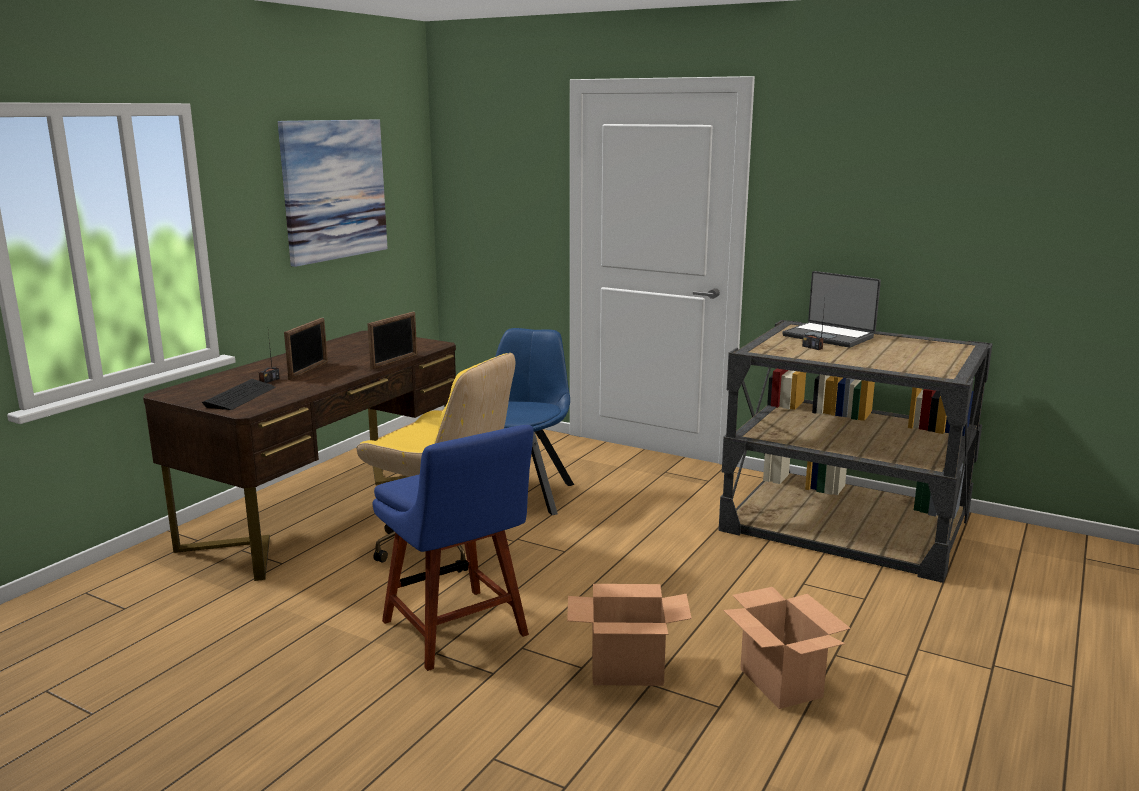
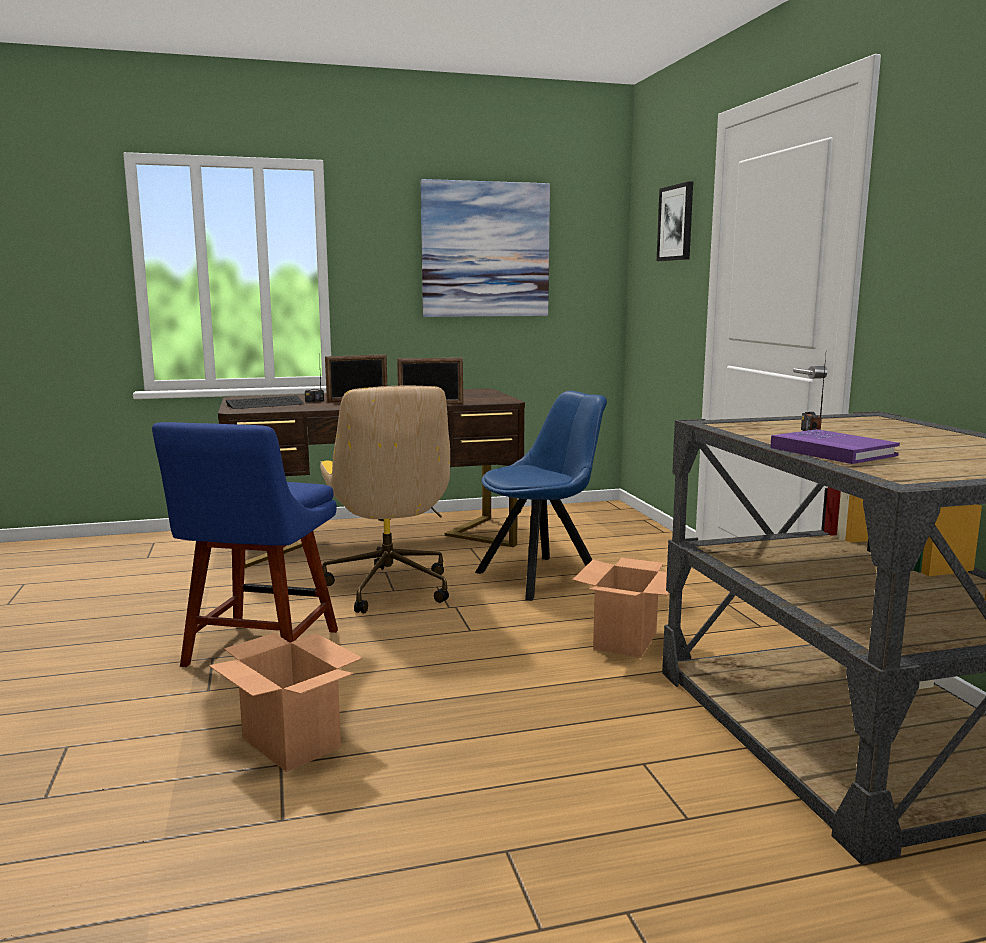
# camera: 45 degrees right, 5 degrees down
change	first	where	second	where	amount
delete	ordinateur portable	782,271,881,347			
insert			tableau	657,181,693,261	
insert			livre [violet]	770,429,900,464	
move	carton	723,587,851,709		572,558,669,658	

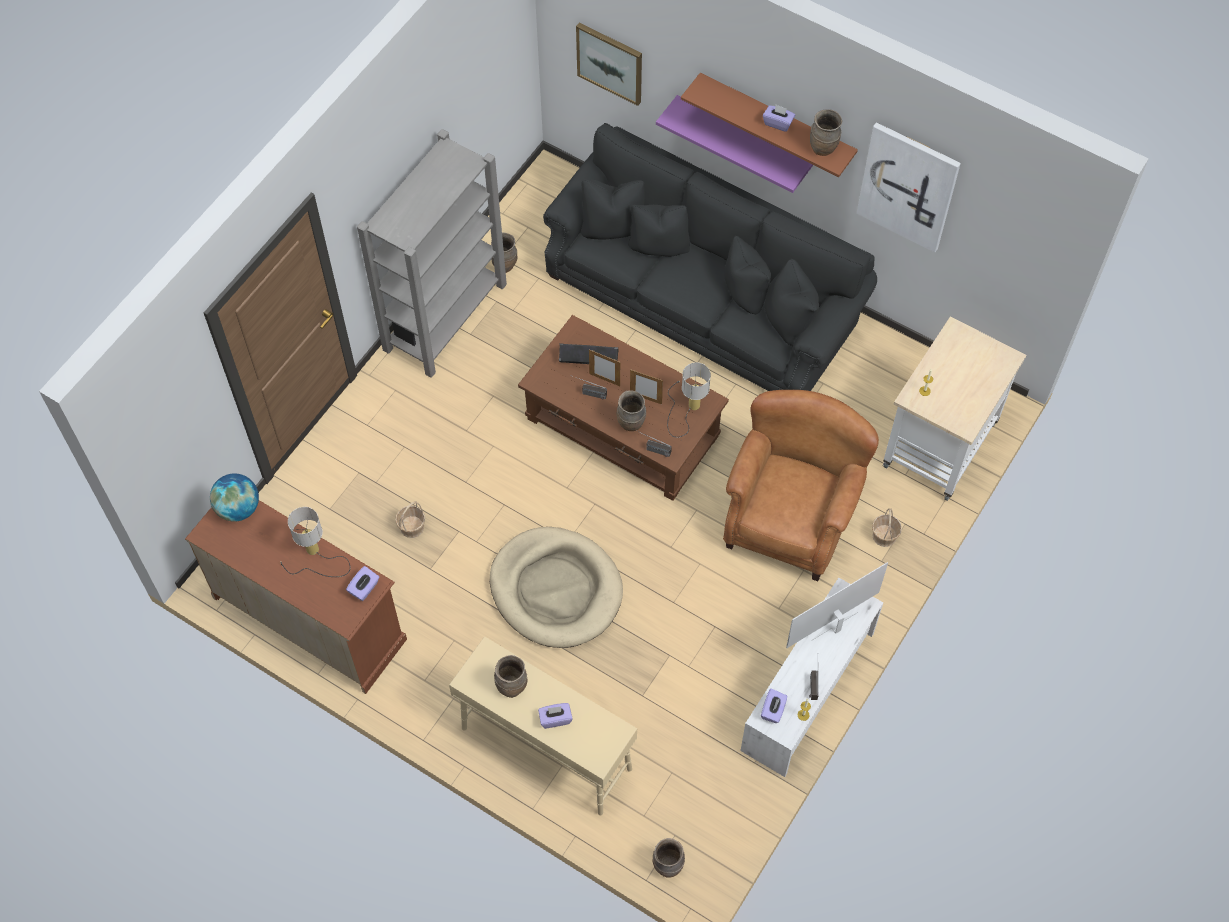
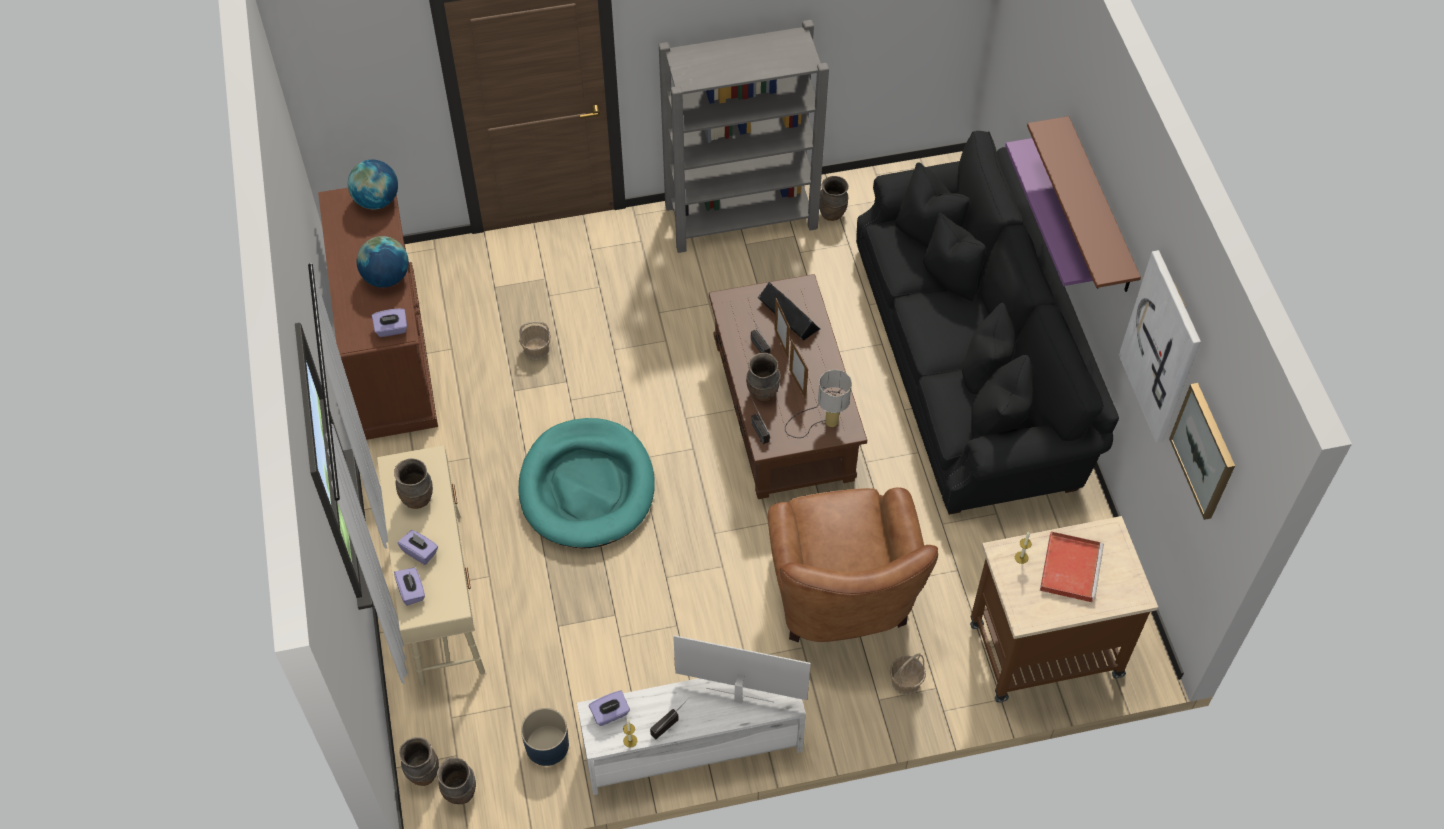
# camera: 45 degrees right, 5 degrees down
change	first	where	second	where	amount
insert			cache-pot [bleu]	521,708,569,766	
insert			plateau [rouge]	1040,531,1104,602	
move	tableau	576,23,642,106		1169,383,1235,520	
move	boîte à mouchoirs [violet]	763,105,795,132		394,567,425,606	
move	vase [marron]	810,109,842,156		437,757,476,804	
replace	lampe de table	280,507,351,577	globe	357,236,409,288	
recolor	panier pour chien [beige]	490,527,623,648	panier pour chien [turquoise]	518,418,655,548	
recolor	chariot [blanc]	882,316,1027,501	chariot [marron]	970,516,1158,703	
rotate	fauteuil [marron]	723,390,879,581		768,488,938,643	105 degrees clockwise

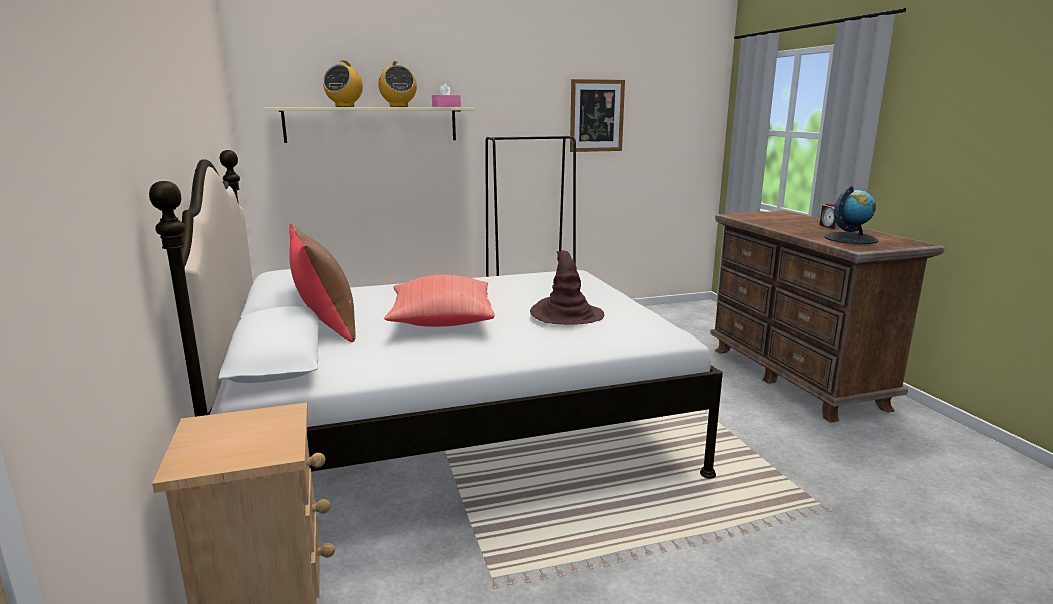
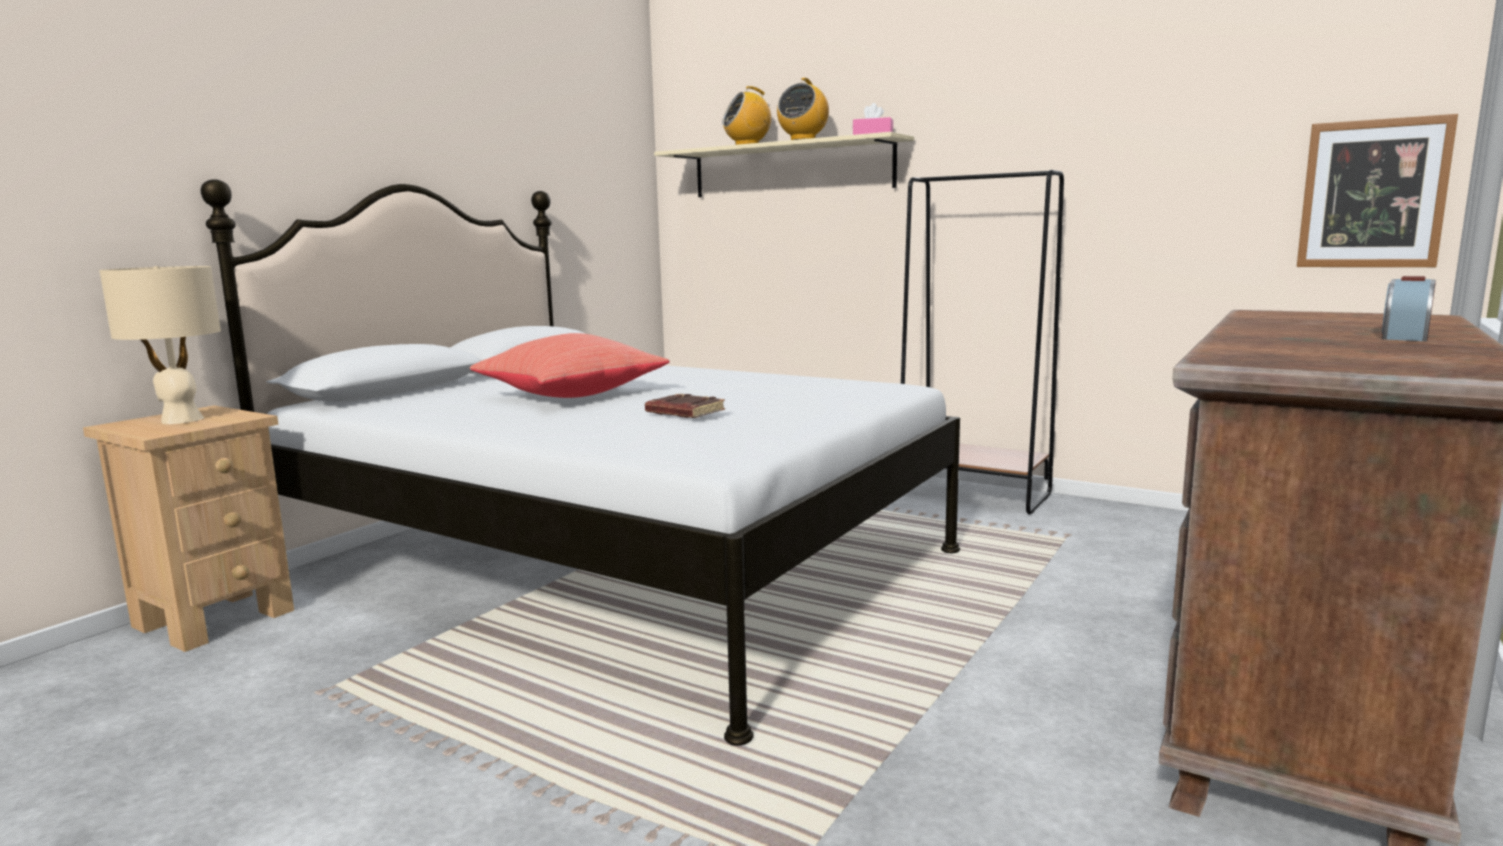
# camera: 50 degrees right, 5 degrees down
change	first	where	second	where	amount
delete	coussin [marron]	289,224,356,342			
delete	globe	825,186,878,244			
insert			lampe de table [beige]	99,266,221,424	
move	tableau	570,79,625,152		1297,114,1458,267	
replace	chapeau [marron]	530,250,604,325	livre [marron]	645,394,725,418	

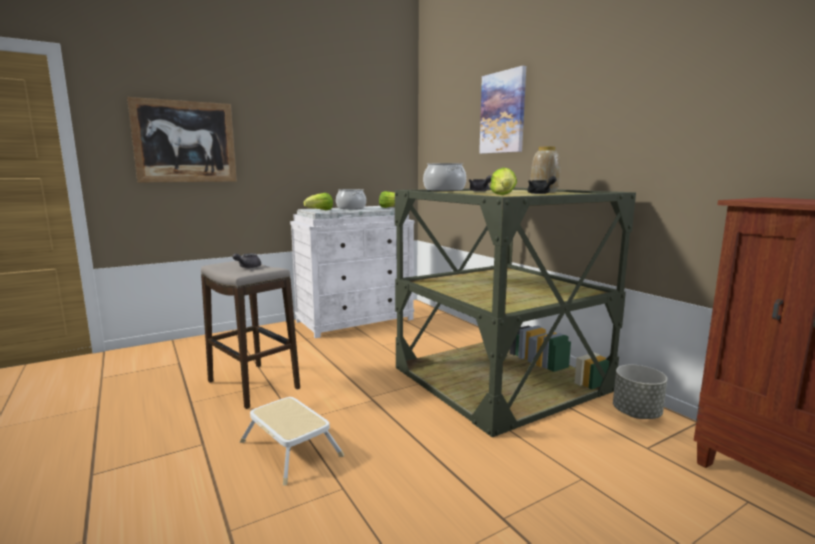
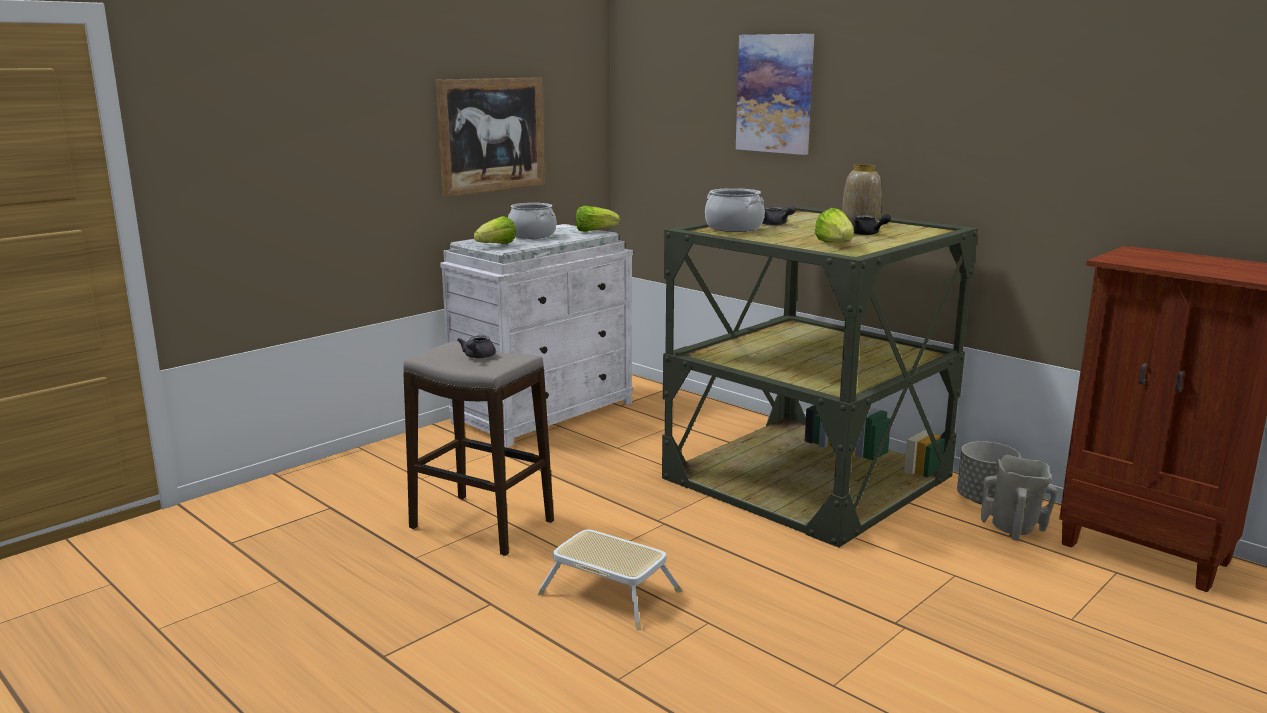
# camera: 15 degrees left, 5 degrees up
change	first	where	second	where	amount
insert			vase [beige]	981,455,1057,541	
move	tableau	127,97,237,183		435,77,545,197	

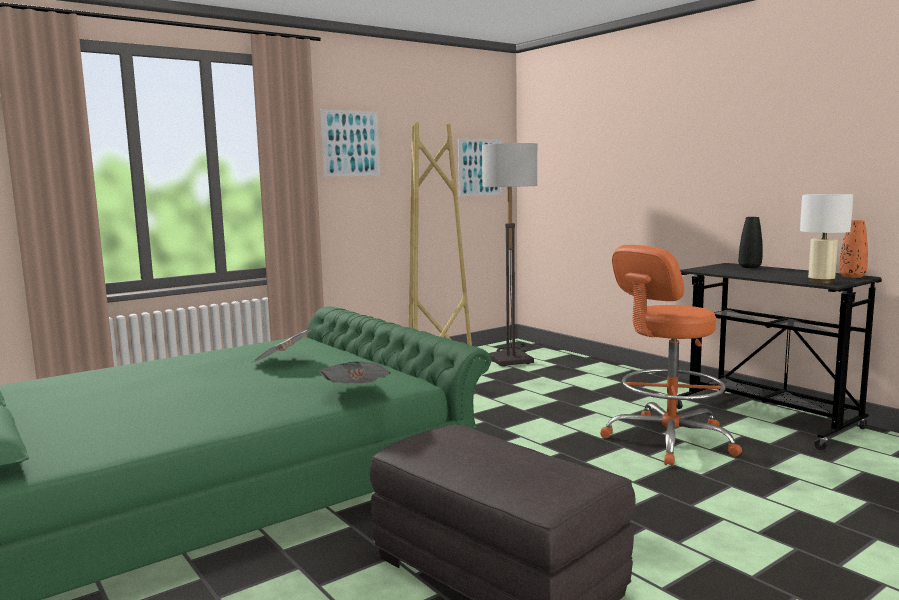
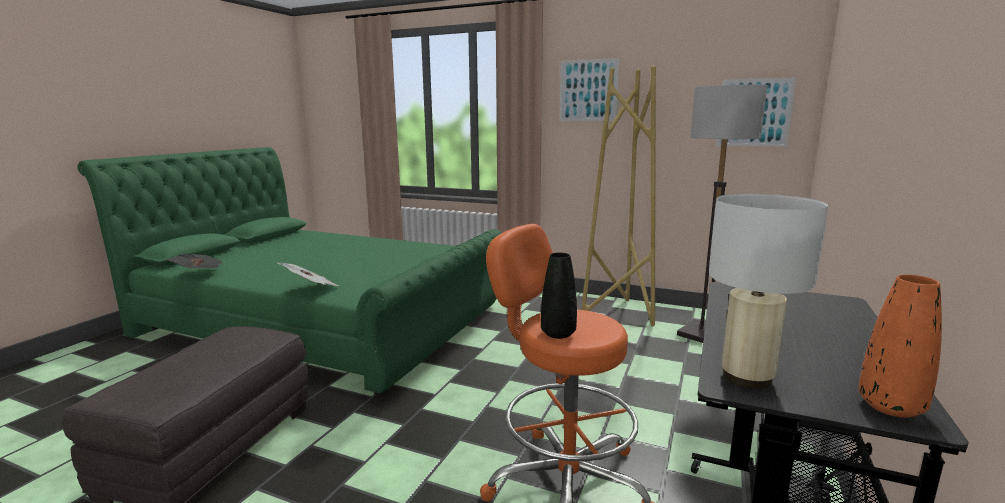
# camera: 60 degrees right, 5 degrees up
change	first	where	second	where	amount
move	journal	251,329,311,363		167,254,222,268	
move	vase [noir]	739,217,763,268		541,253,577,339	

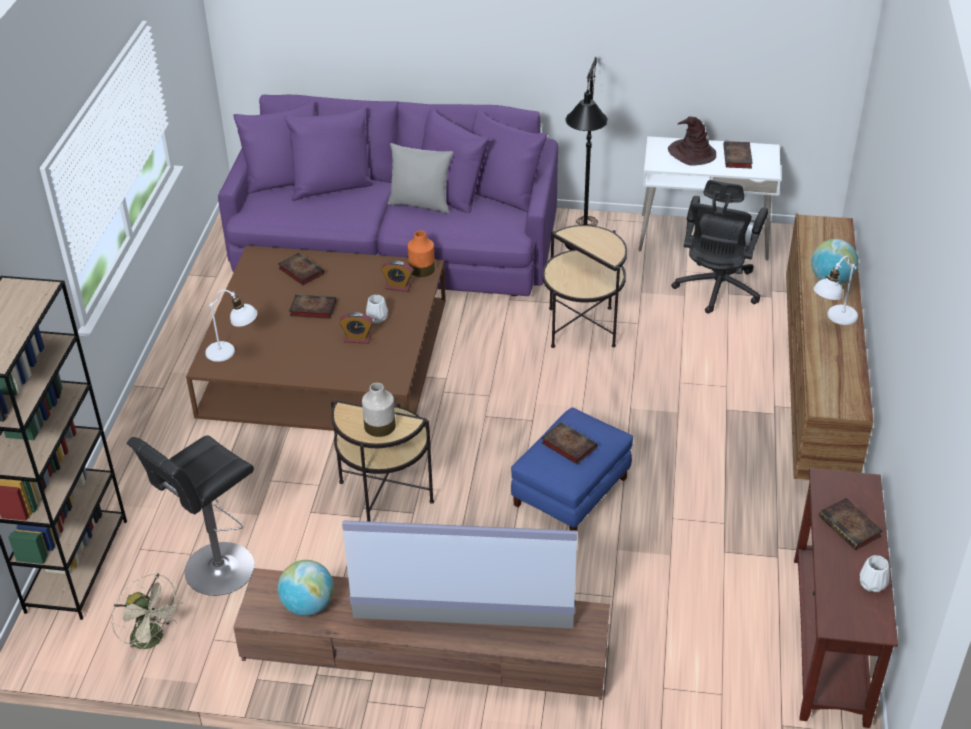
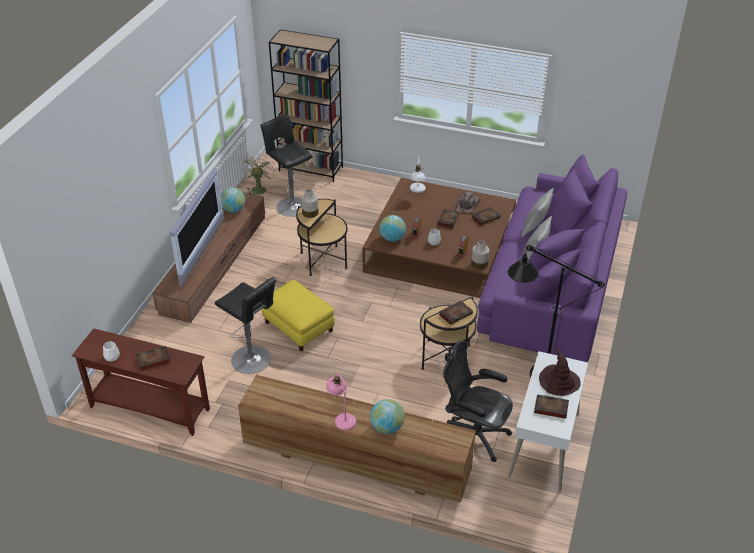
# camera: 100 degrees right, 0 degrees up
change	first	where	second	where	amount
insert			tabouret [noir]	215,277,277,374	
insert			globe	379,215,406,242	
insert			chapeau [marron]	455,192,480,213	
insert			coussin [gris]	521,188,554,237	
move	livre	541,422,598,464		439,301,473,325	
recolor	vase [orange]	408,231,435,277	vase [beige]	471,240,489,269	
recolor	pouf [bleu]	511,407,633,531	pouf [jaune]	262,279,335,351	
recolor	lampe de table [blanc]	814,256,858,325	lampe de table [rose]	326,374,356,430	
rotate	ventilateur [beige]	111,573,183,661		242,157,275,195	135 degrees clockwise

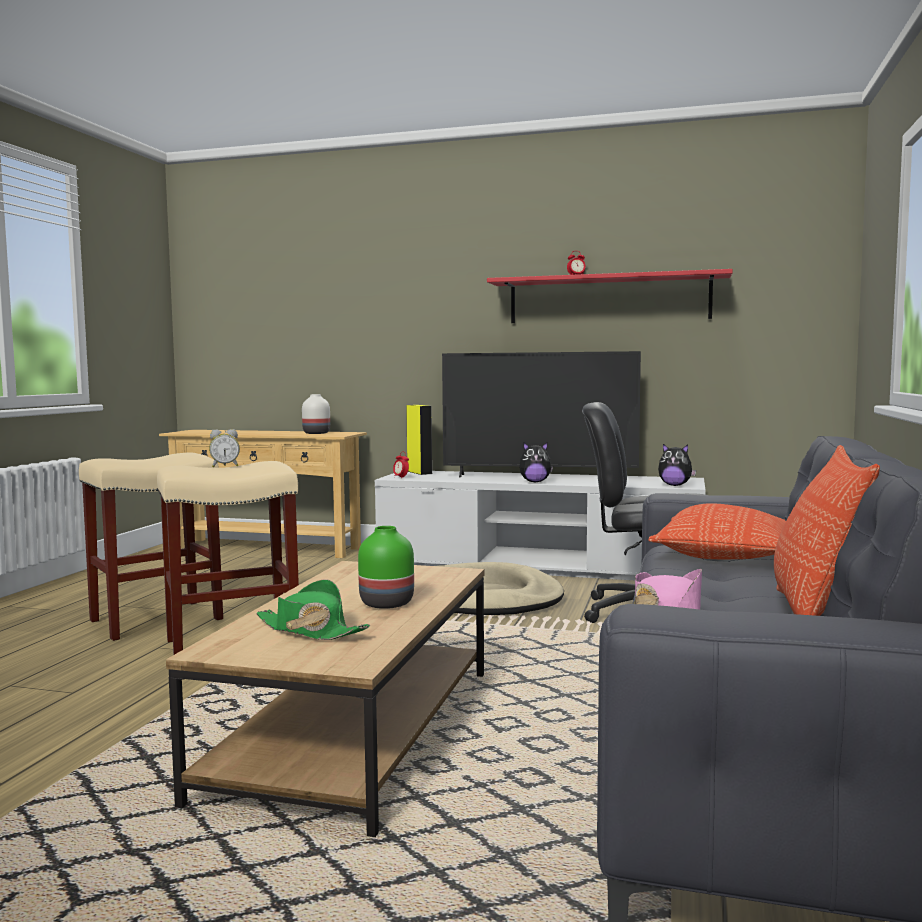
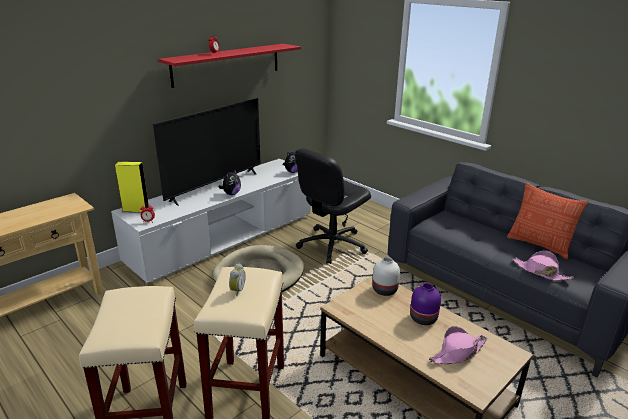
# camera: 60 degrees left, 20 degrees up
change	first	where	second	where	amount
delete	coussin [orange]	648,503,786,559			
move	vase [blanc]	302,394,330,434		372,257,400,296	
recolor	chapeau [vert]	257,579,370,640	chapeau [rose]	429,326,487,364	
recolor	vase [vert]	358,526,414,609	vase [violet]	410,283,441,325	

